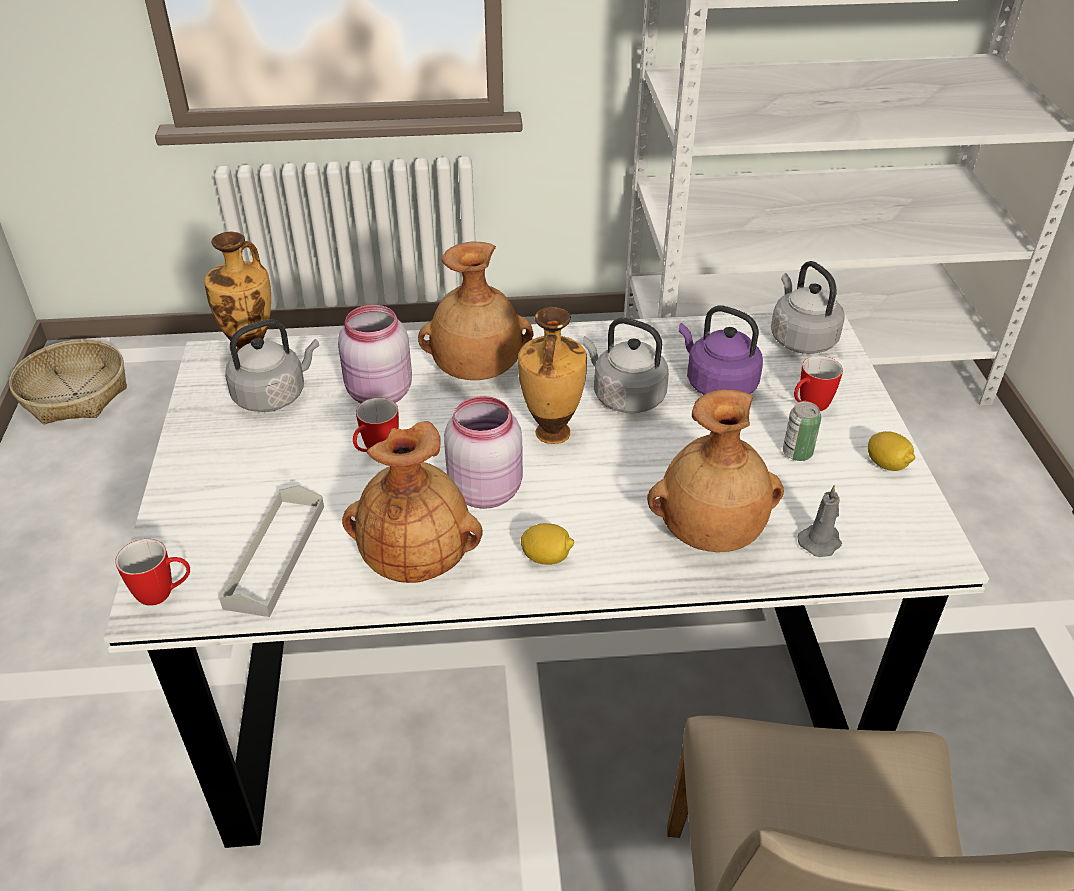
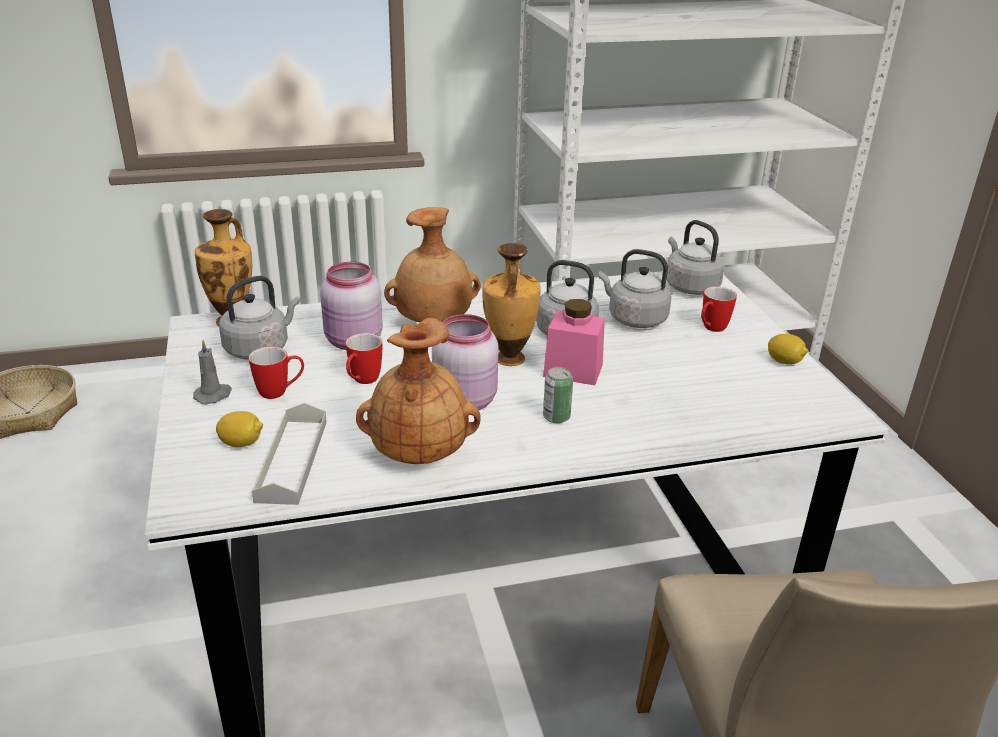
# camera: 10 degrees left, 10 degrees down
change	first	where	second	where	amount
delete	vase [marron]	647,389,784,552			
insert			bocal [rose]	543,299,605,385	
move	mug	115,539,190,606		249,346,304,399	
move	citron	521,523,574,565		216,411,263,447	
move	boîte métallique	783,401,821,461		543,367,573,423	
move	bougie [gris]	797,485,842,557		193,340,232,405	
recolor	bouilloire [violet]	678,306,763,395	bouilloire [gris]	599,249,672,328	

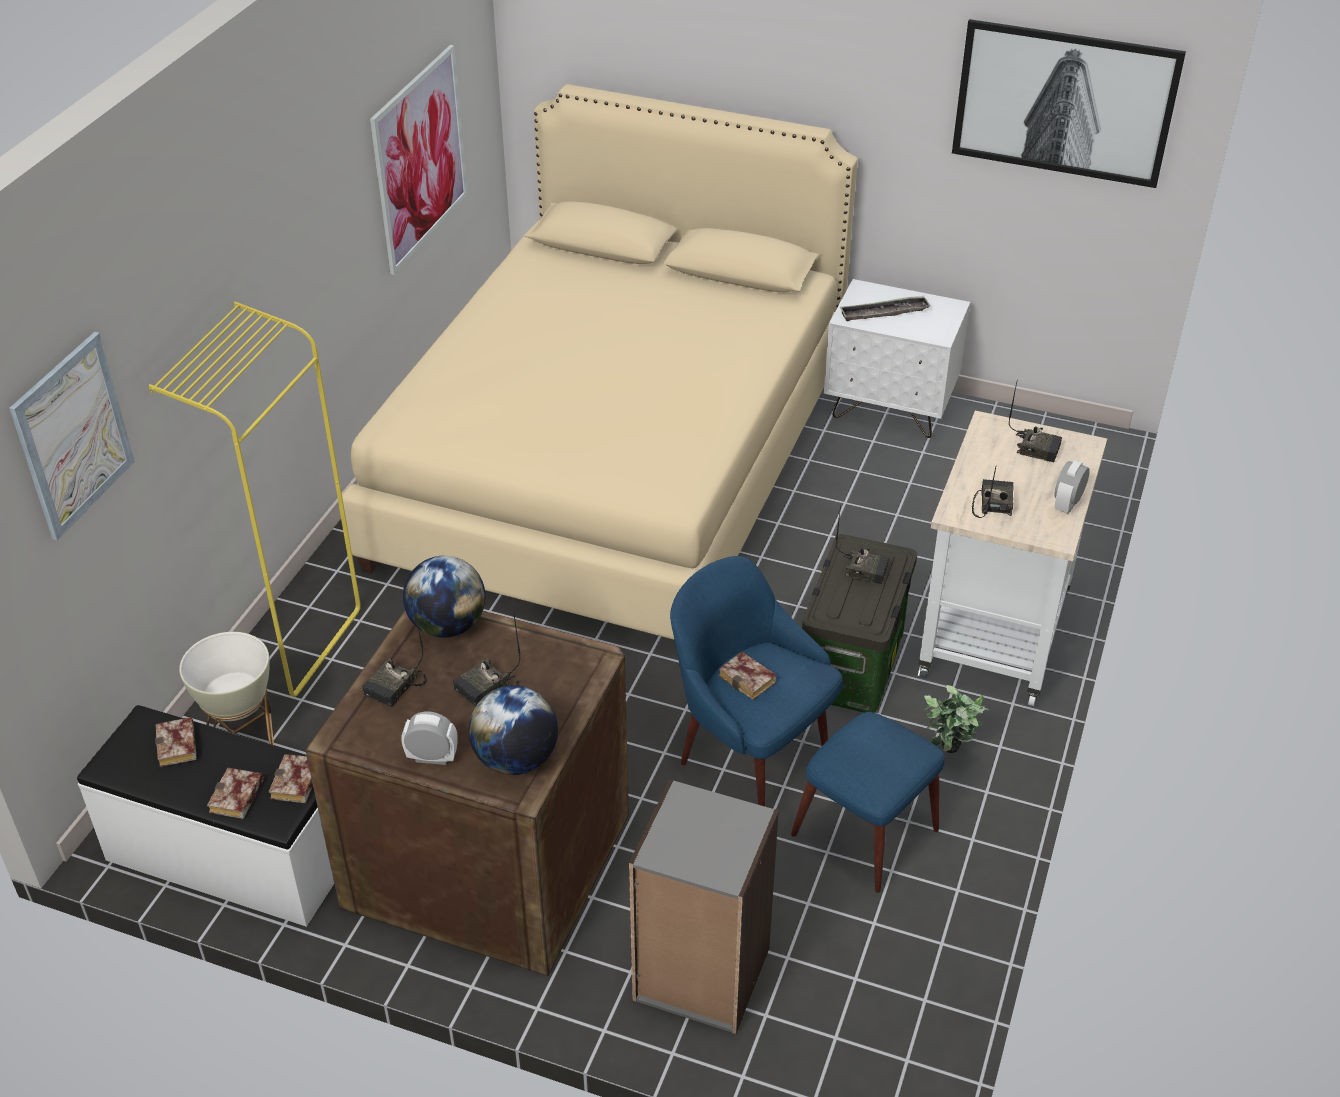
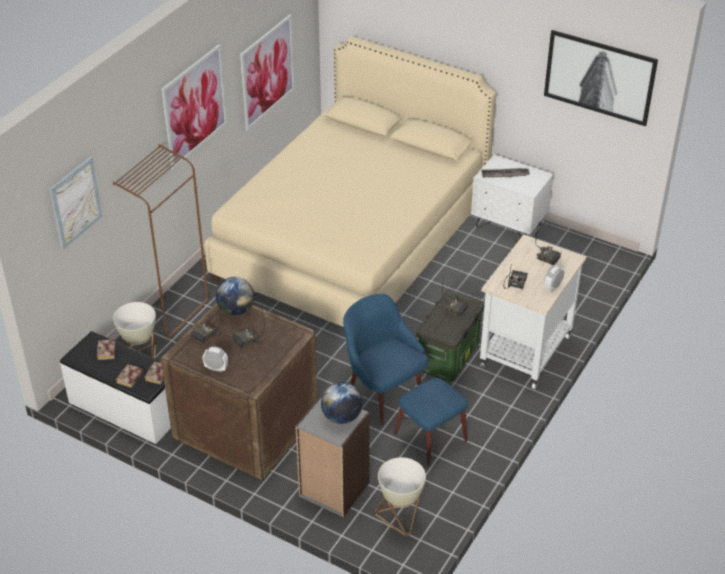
# camera: 10 degrees right, 0 degrees up
change	first	where	second	where	amount
delete	livre	719,652,777,700			
delete	plante en pot	923,685,989,753			
insert			tableau	161,44,227,169	
insert			cache-pot	374,457,426,537	
move	globe	469,685,558,775		321,382,363,424	
recolor	portant [jaune]	149,301,361,697	portant [marron]	113,144,208,339	

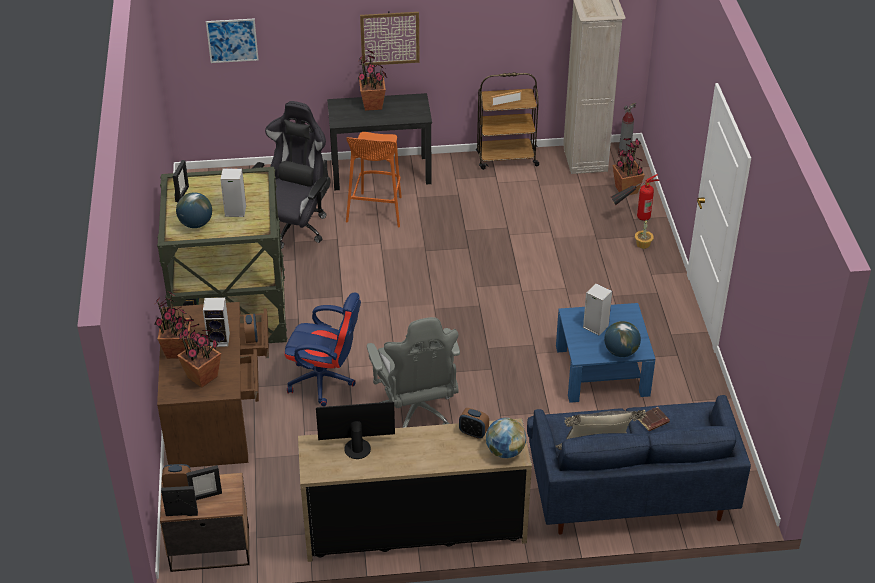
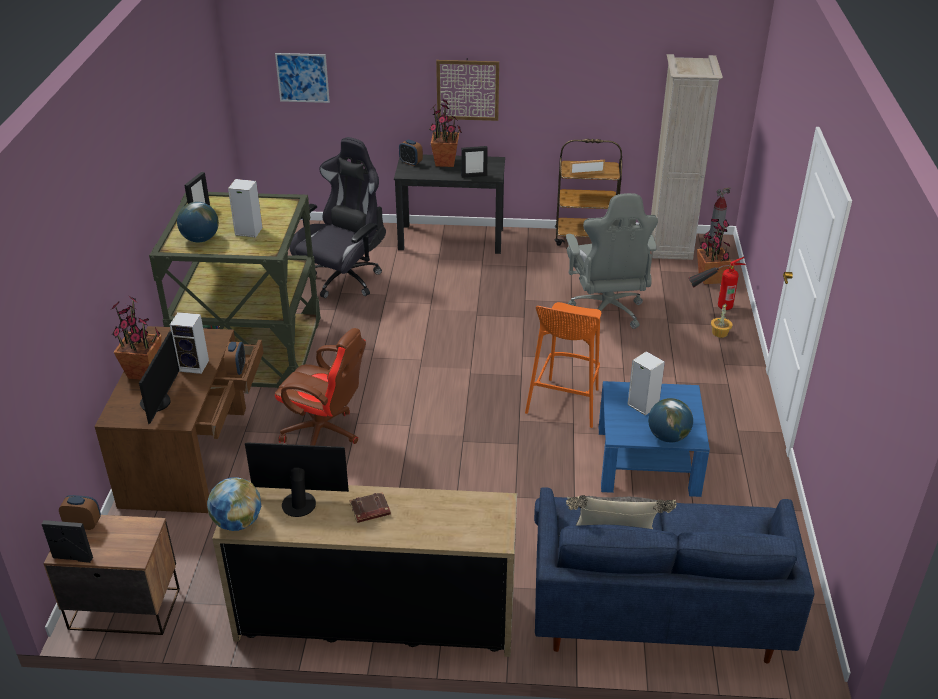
# camera: 10 degrees right, 5 degrees down
change	first	where	second	where	amount
move	cadre photo	186,465,222,500		461,146,488,178	
move	tabouret [orange]	346,132,402,228		525,302,601,428	
move	chaise de bureau [gris]	367,317,460,428		566,193,658,329	
move	réveil	459,408,489,439		399,140,423,166	
move	globe	486,418,526,458		207,477,261,531	
move	livre [marron]	639,407,670,431		350,492,391,523	
replace	plante en pot	177,319,221,388	écran d'ordinateur	139,331,179,424	
recolor	chaise de bureau [bleu]	284,293,361,406	chaise de bureau [marron]	275,328,366,446	

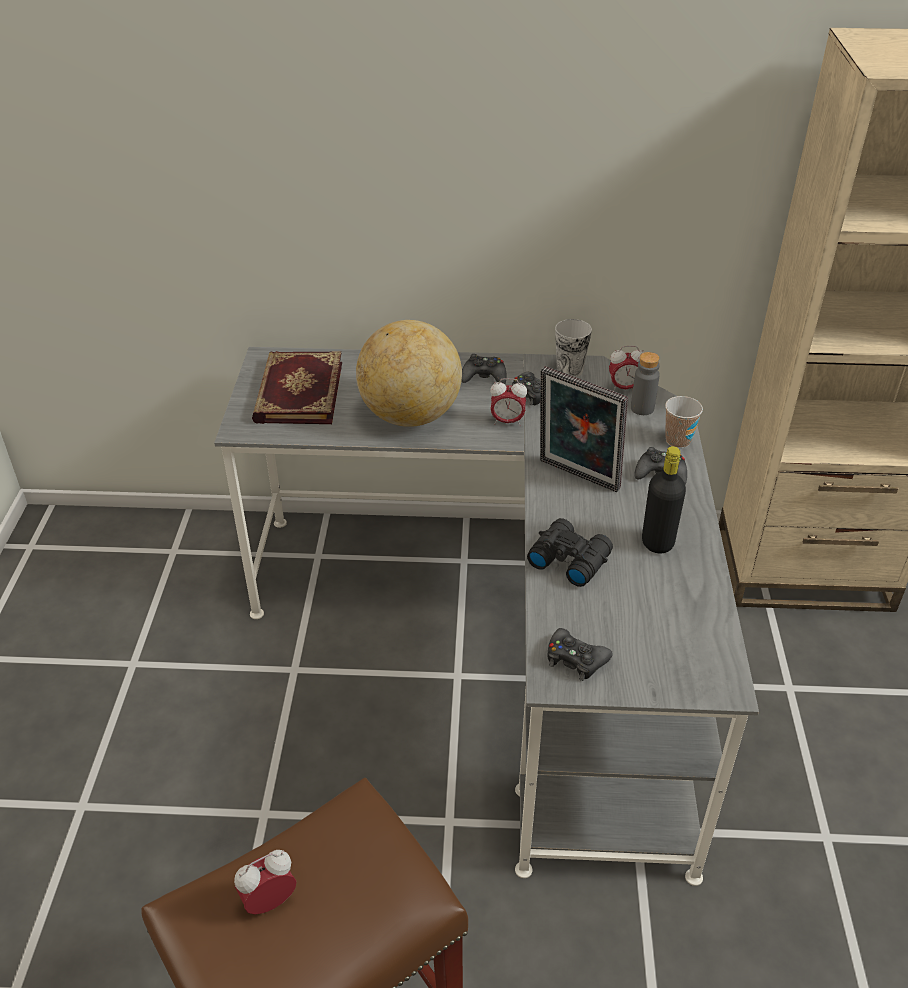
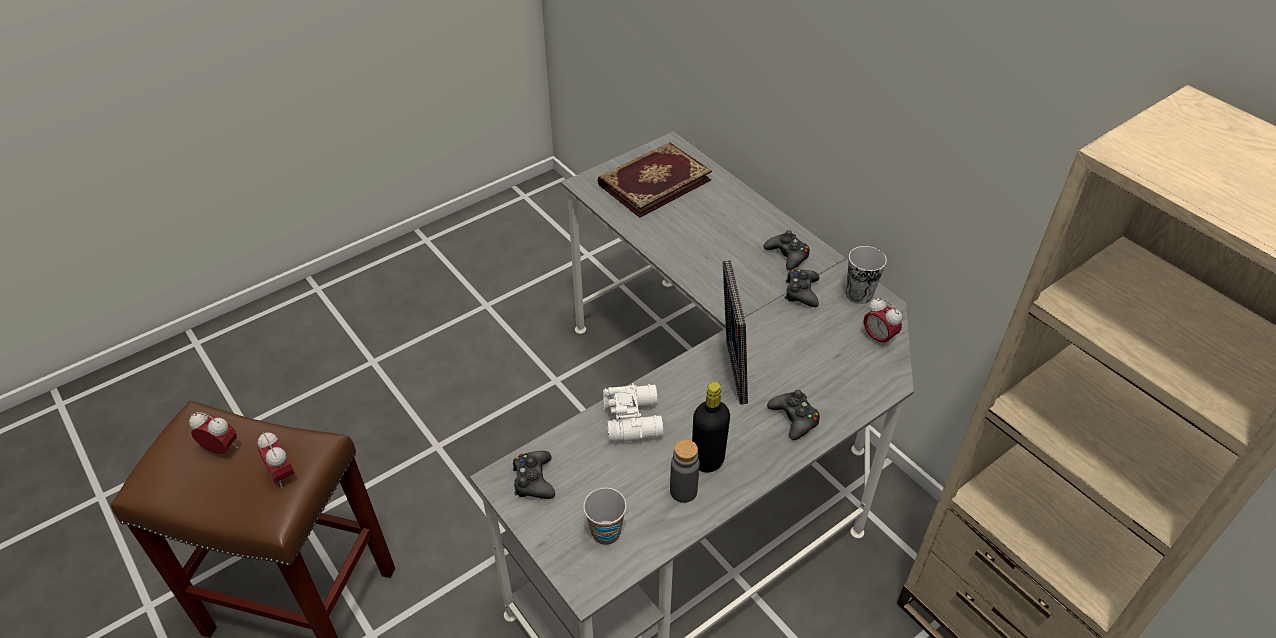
# camera: 50 degrees right, 5 degrees up
change	first	where	second	where	amount
delete	globe	356,320,462,427			
move	réveil	490,378,527,426		258,432,294,488	
move	bouteille [gris]	631,352,660,415		670,440,700,503	
move	tasse	665,396,703,448		583,488,627,545	
recolor	jumelles [noir]	527,518,613,587	jumelles [blanc]	603,383,663,442	

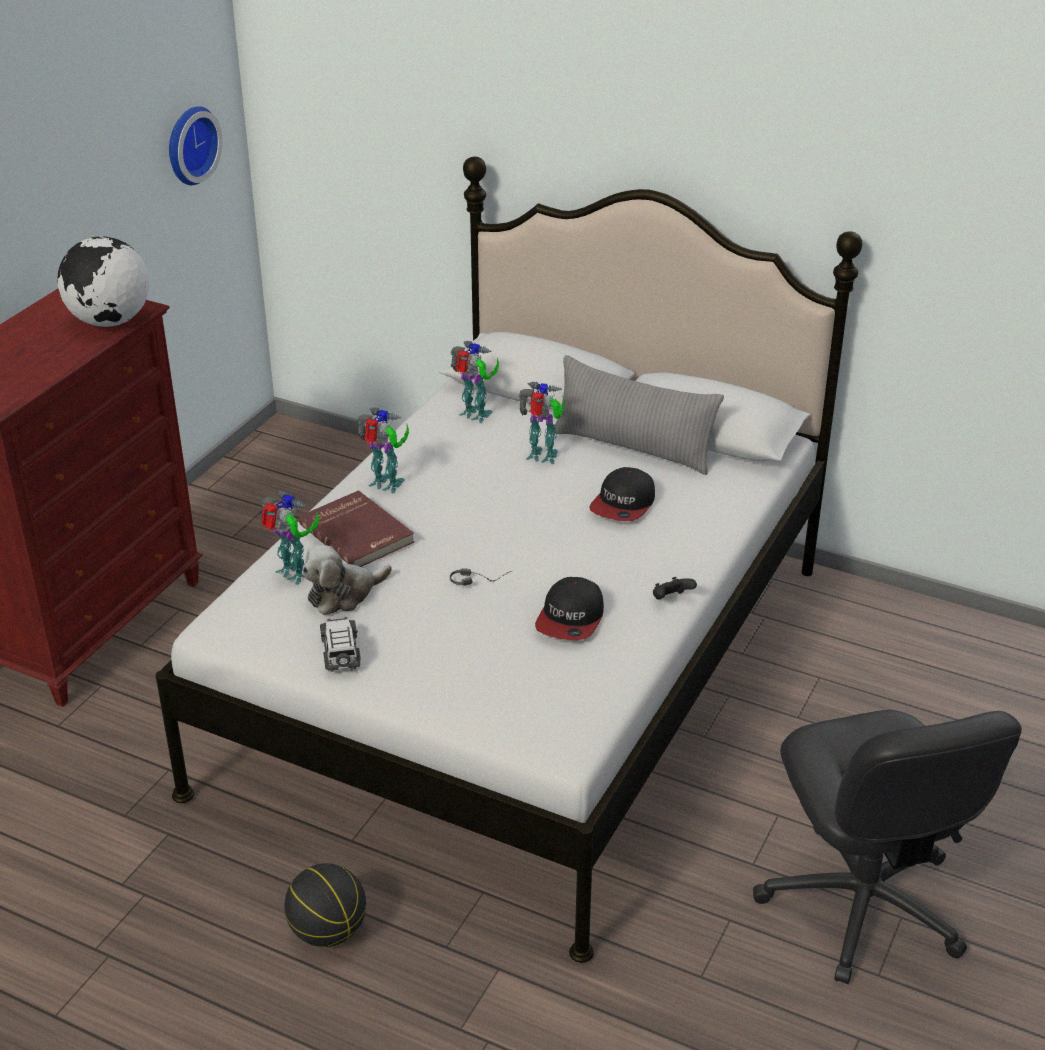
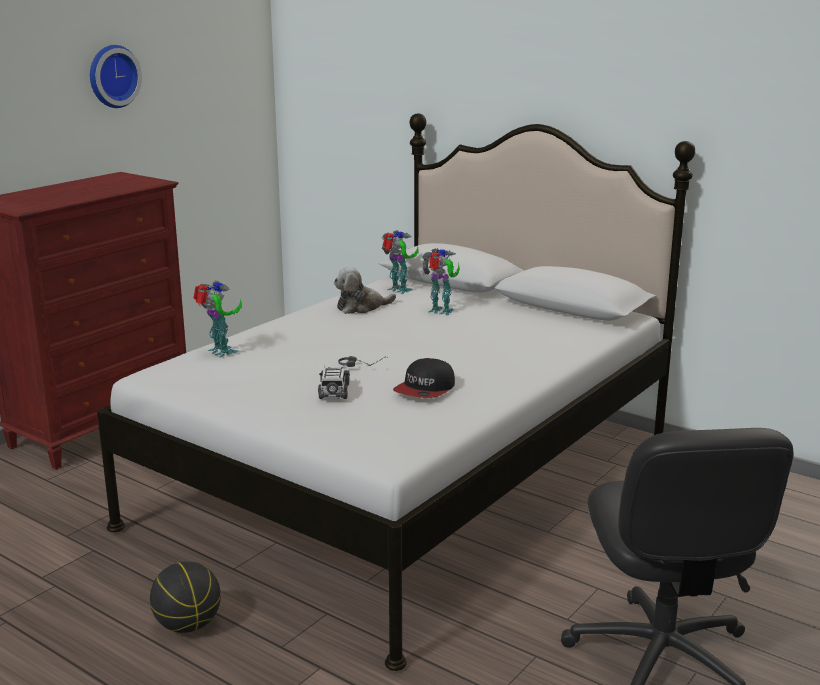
# camera: 10 degrees right, 15 degrees down
change	first	where	second	where	amount
delete	globe	57,236,149,327			
delete	livre [rouge]	299,490,414,567			
delete	robot jouet	356,407,409,494			
delete	coussin [gris]	554,355,724,475			
delete	casquette	589,467,655,522			
delete	manette [noir]	653,577,697,600			
move	horloge murale	169,106,222,185		90,45,142,108	
move	peluche	302,545,392,615		334,267,396,314	
move	petite voiture	320,617,361,672		318,367,350,399	

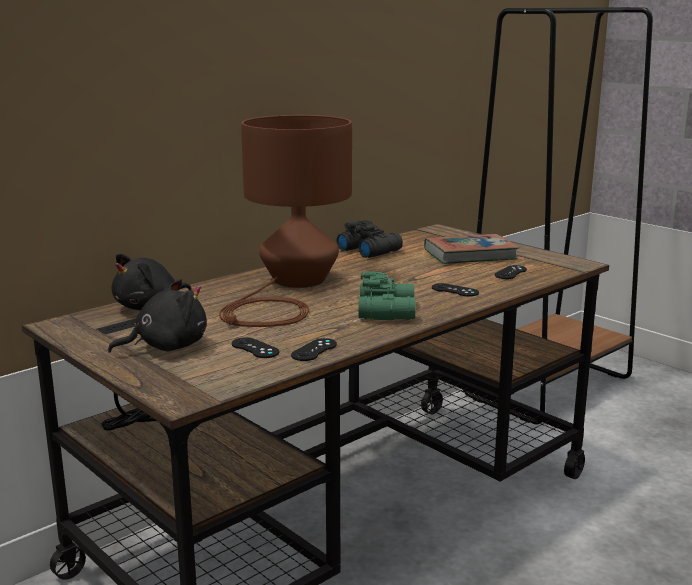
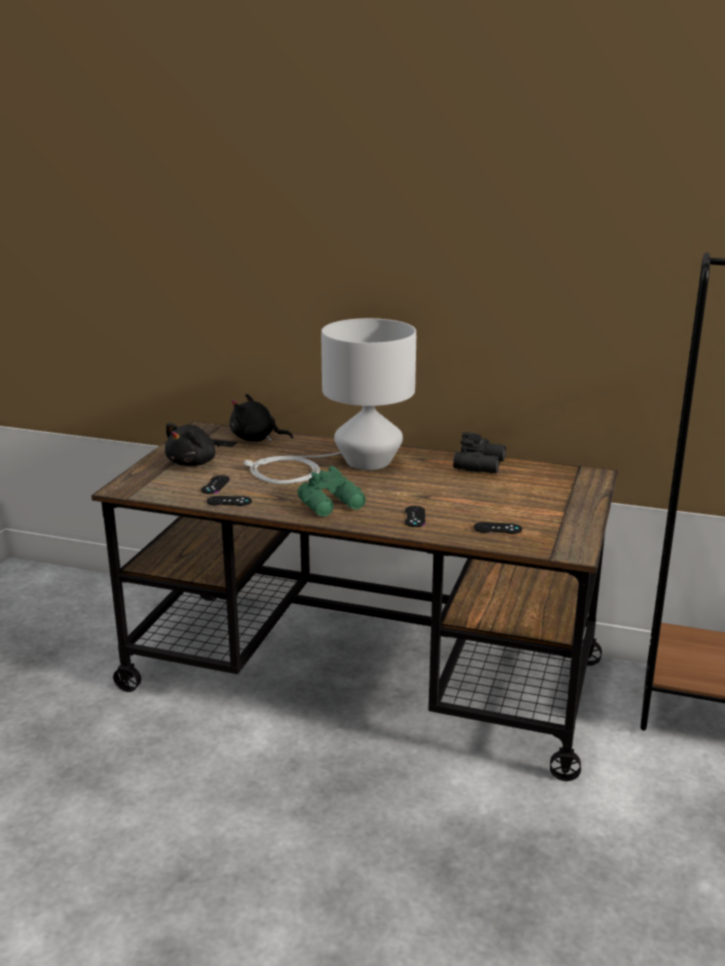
# camera: 60 degrees right, 5 degrees up
change	first	where	second	where	amount
delete	livre	424,234,519,264			
recolor	lampe de table [marron]	219,115,352,327	lampe de table [gris]	244,318,416,484	
rotate	peluche [noir]	108,279,207,353		165,423,220,466	90 degrees clockwise

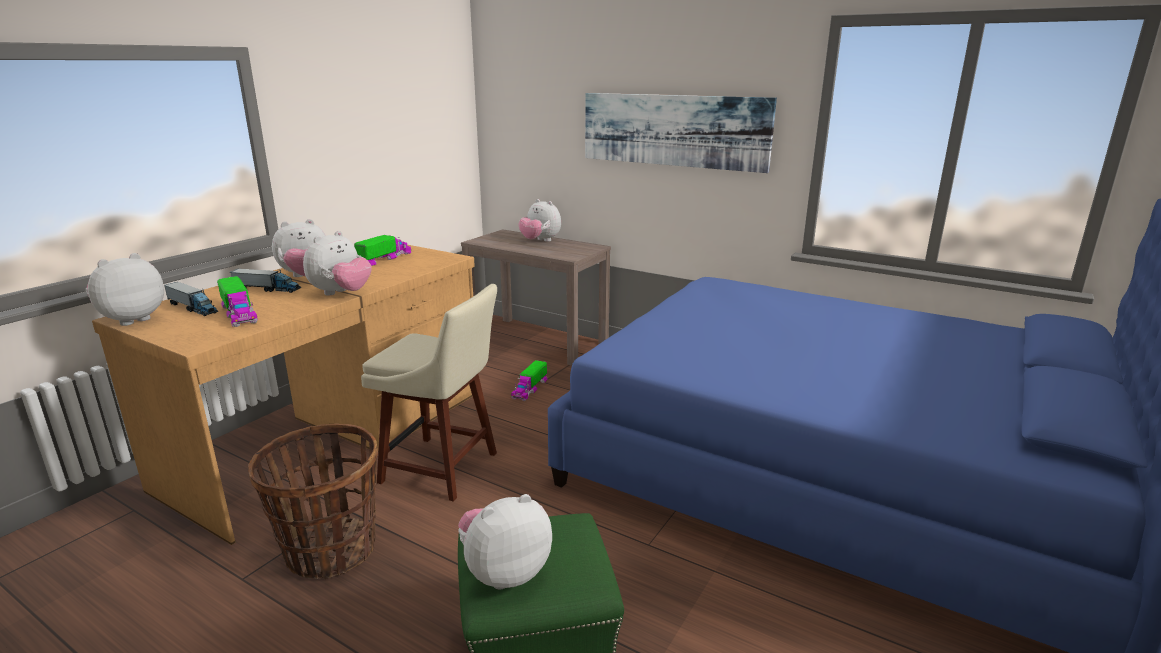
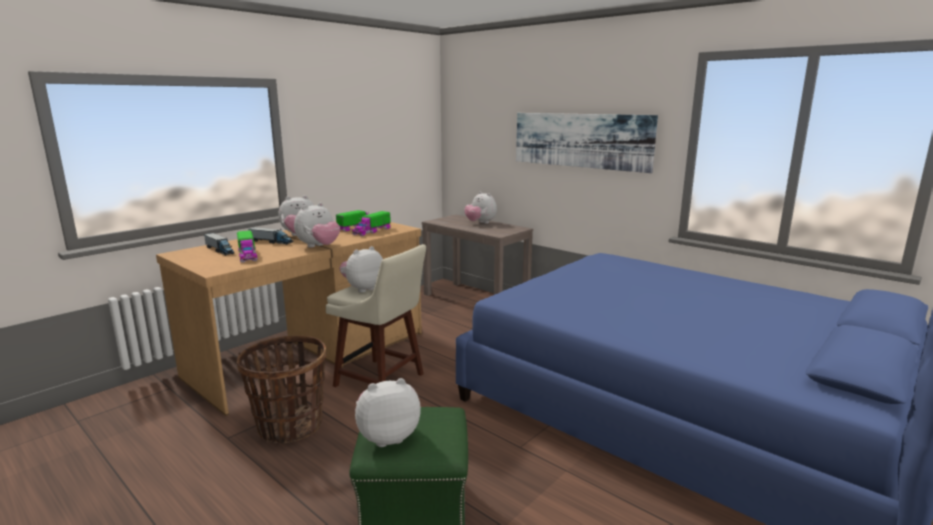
# camera: 10 degrees right, 5 degrees down
change	first	where	second	where	amount
move	peluche	85,253,164,326		339,246,383,293	
move	camion jouet	511,360,547,401		352,211,391,236	

